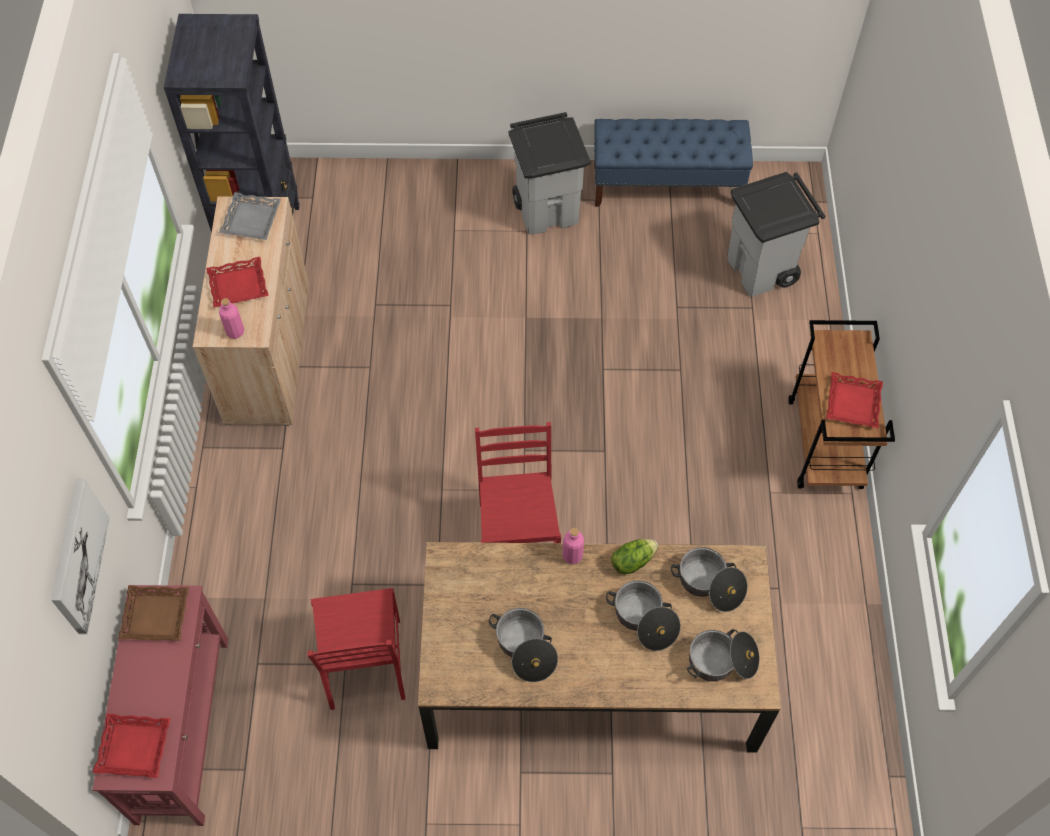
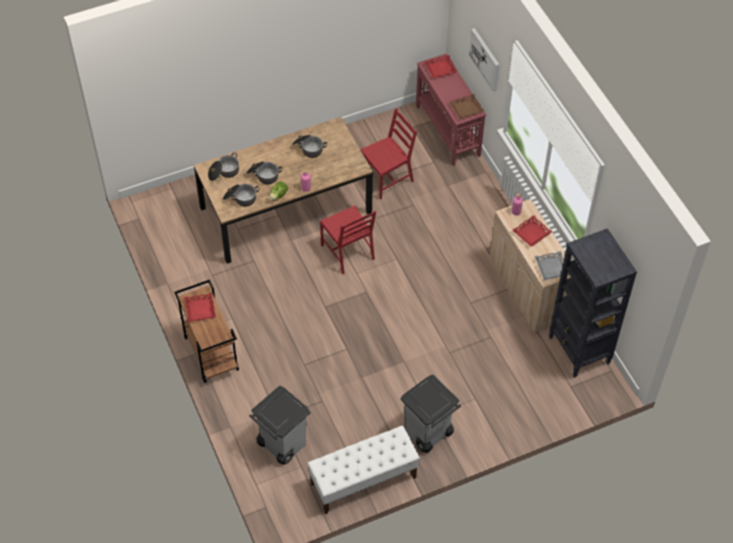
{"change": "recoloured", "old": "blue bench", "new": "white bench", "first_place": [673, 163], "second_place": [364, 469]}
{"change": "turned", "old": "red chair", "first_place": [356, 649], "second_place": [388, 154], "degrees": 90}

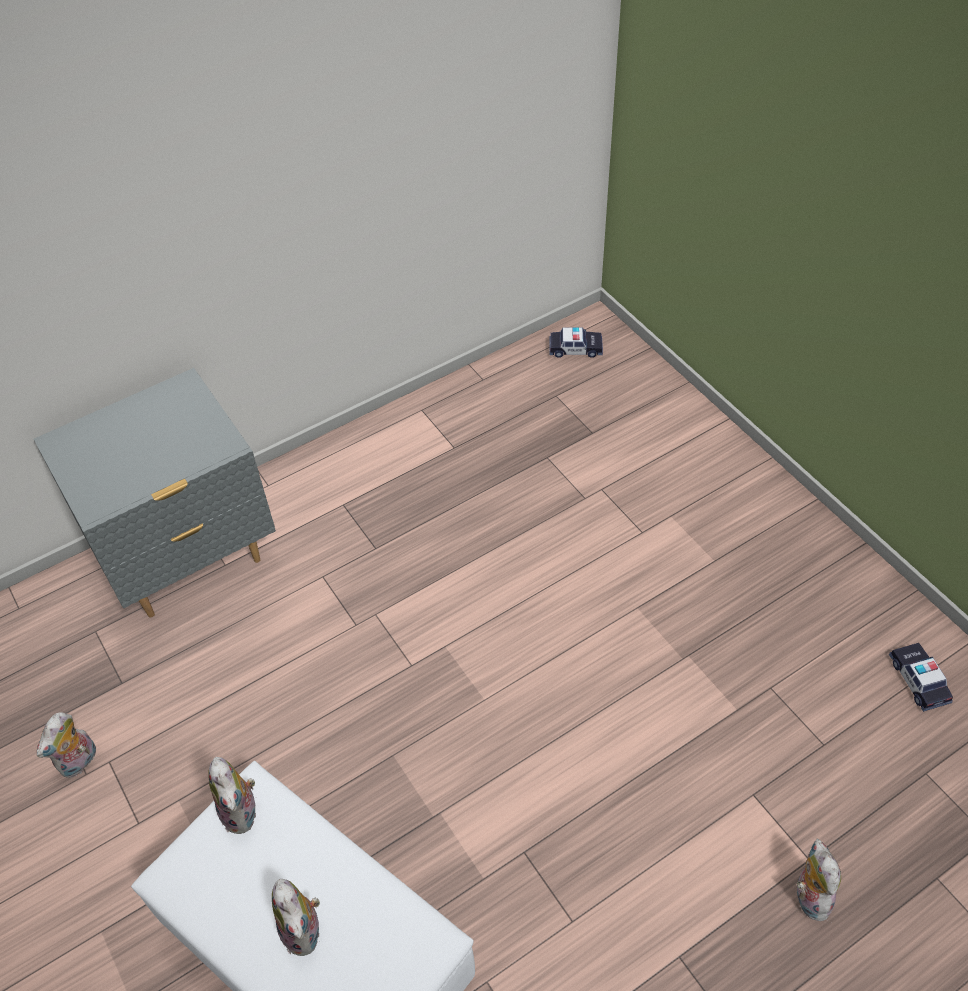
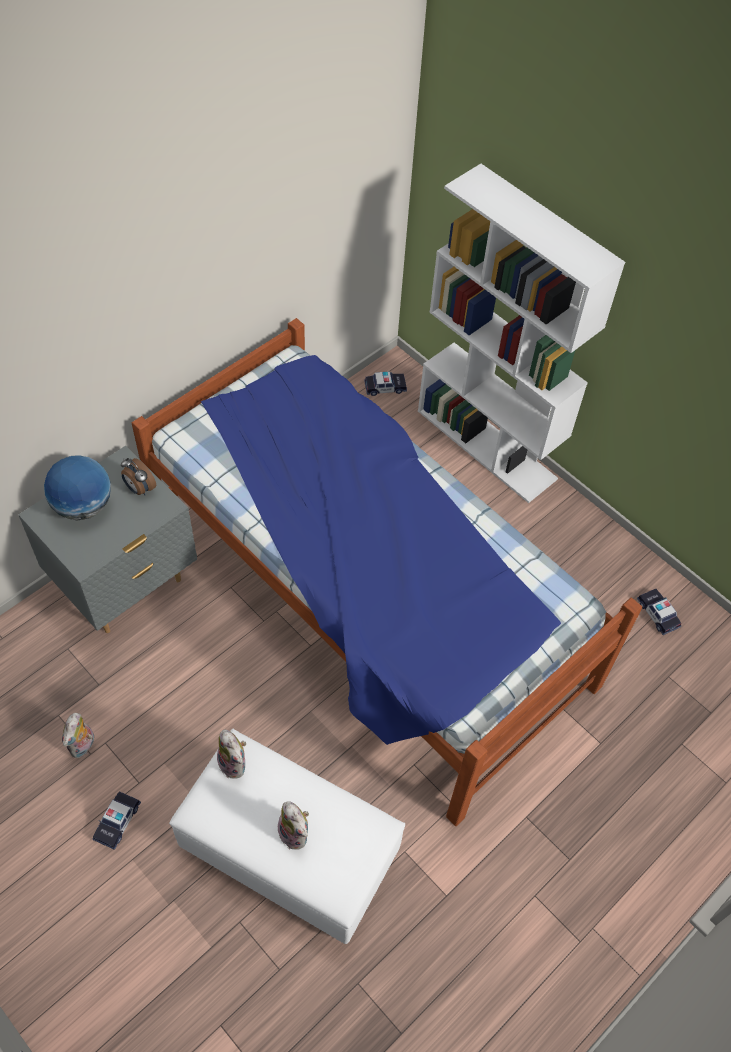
{"change": "removed", "old": "plush toy", "first_place": [818, 880]}
{"change": "added", "new": "white bookcase", "second_place": [521, 333]}
{"change": "added", "new": "bed", "second_place": [387, 572]}
{"change": "added", "new": "globe", "second_place": [77, 487]}
{"change": "added", "new": "alarm clock", "second_place": [138, 476]}
{"change": "added", "new": "toy car", "second_place": [117, 820]}

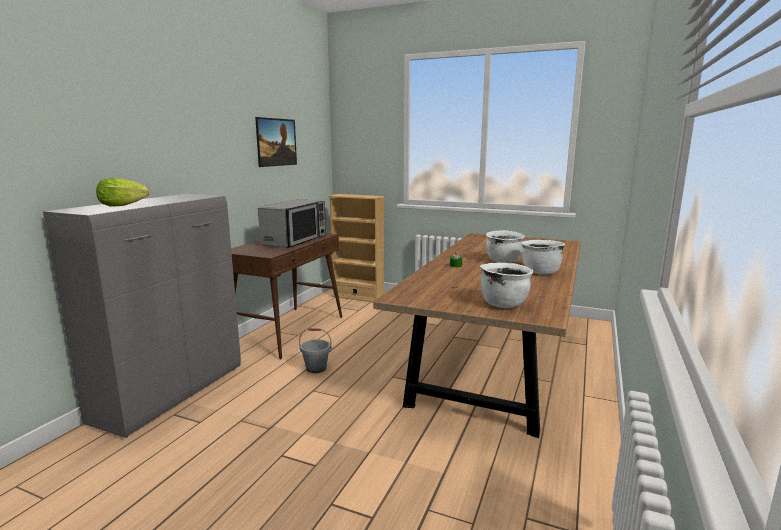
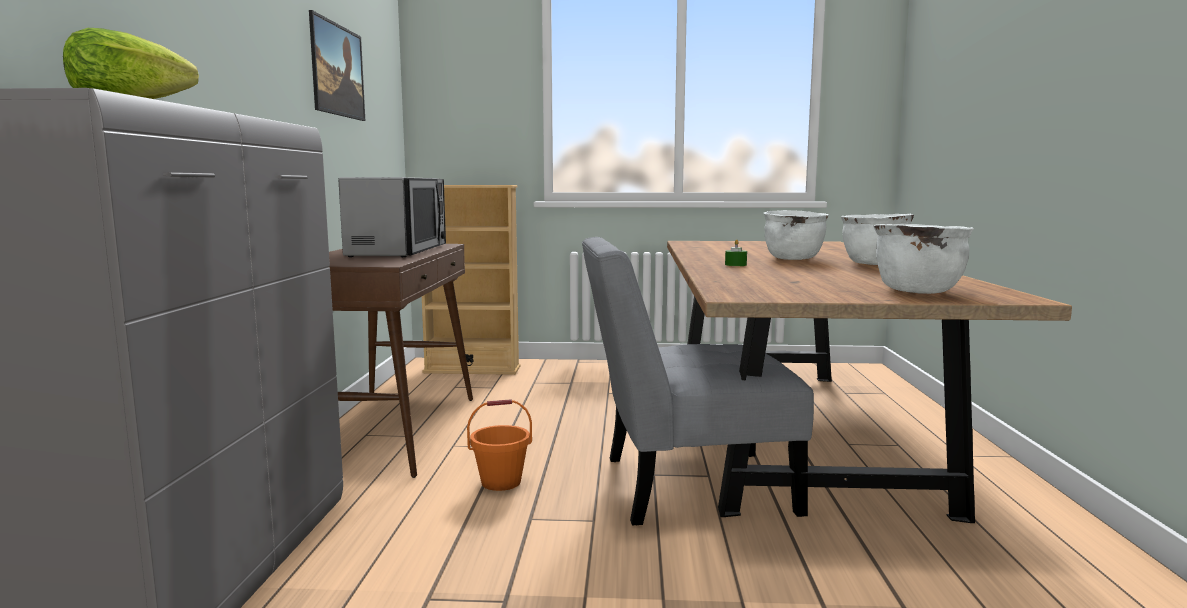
{"change": "recoloured", "old": "grey bucket", "new": "orange bucket", "first_place": [315, 350], "second_place": [499, 445]}
{"change": "added", "new": "grey chair", "second_place": [698, 381]}

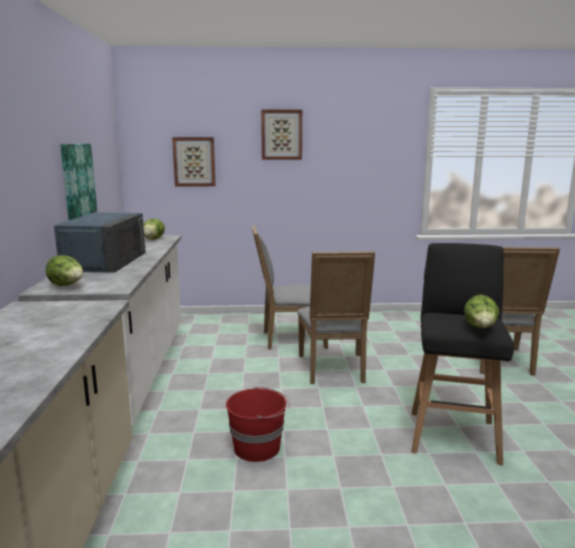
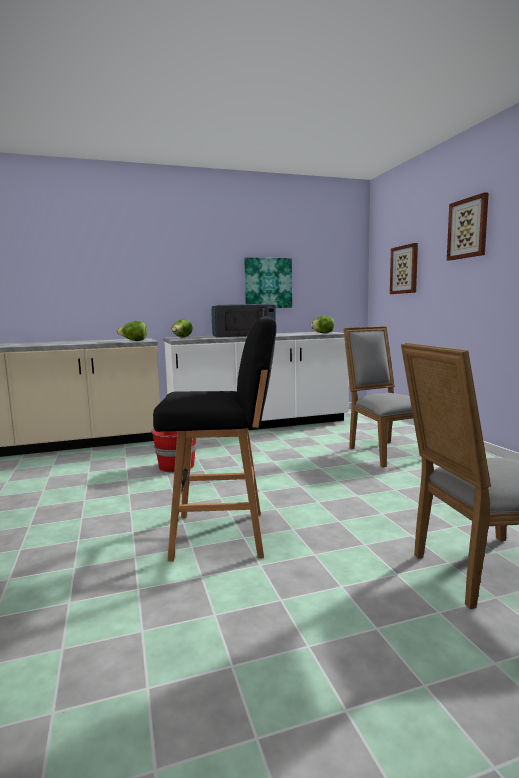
{"change": "removed", "old": "grey chair", "first_place": [336, 317]}
{"change": "moved", "old": "lettuce", "first_place": [481, 311], "second_place": [132, 331]}

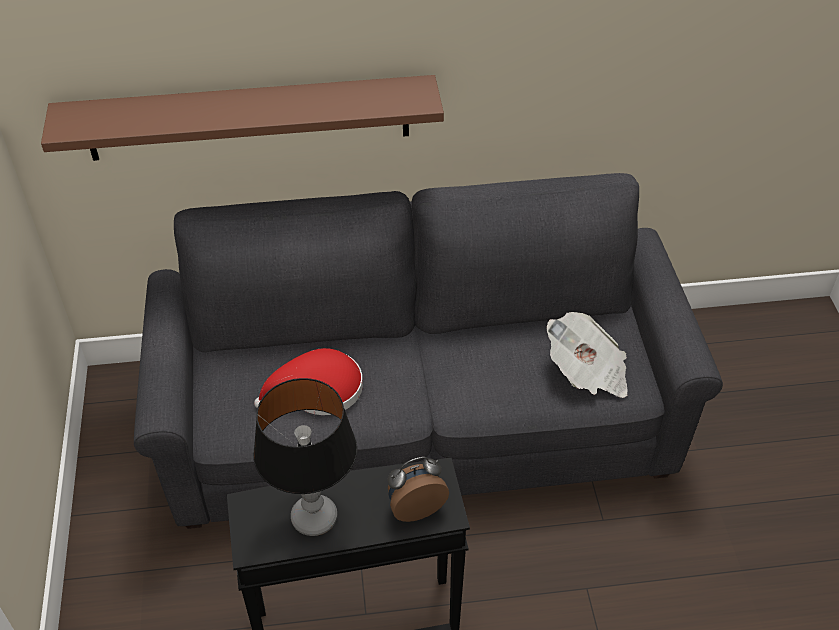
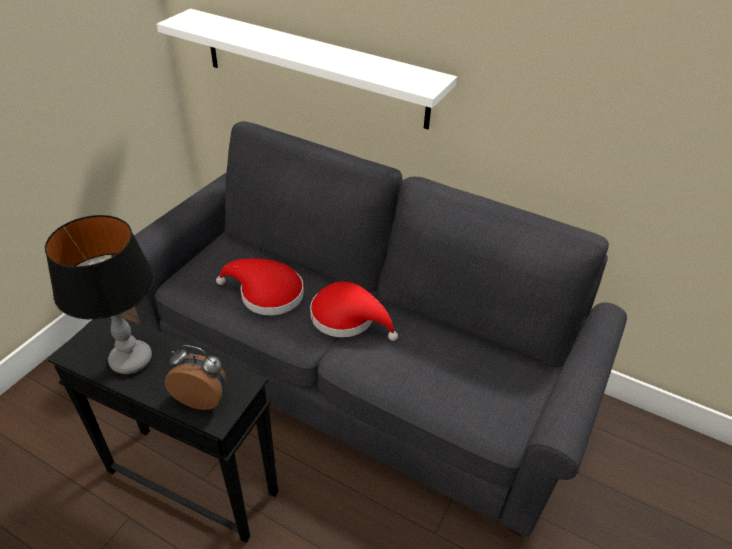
{"change": "recoloured", "old": "brown shelf", "new": "white shelf", "first_place": [242, 118], "second_place": [307, 69]}
{"change": "removed", "old": "newspaper", "first_place": [587, 355]}
{"change": "added", "new": "red hat", "second_place": [354, 311]}

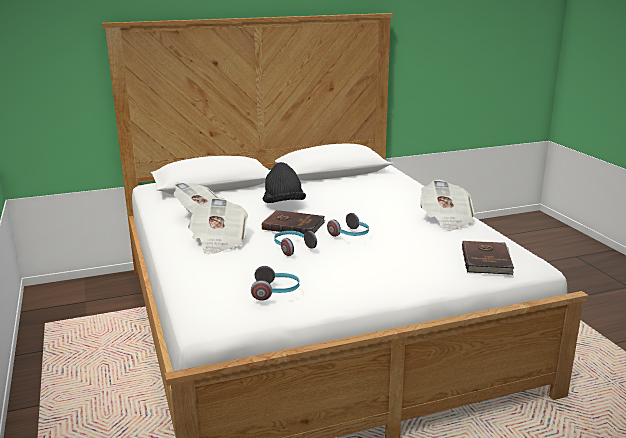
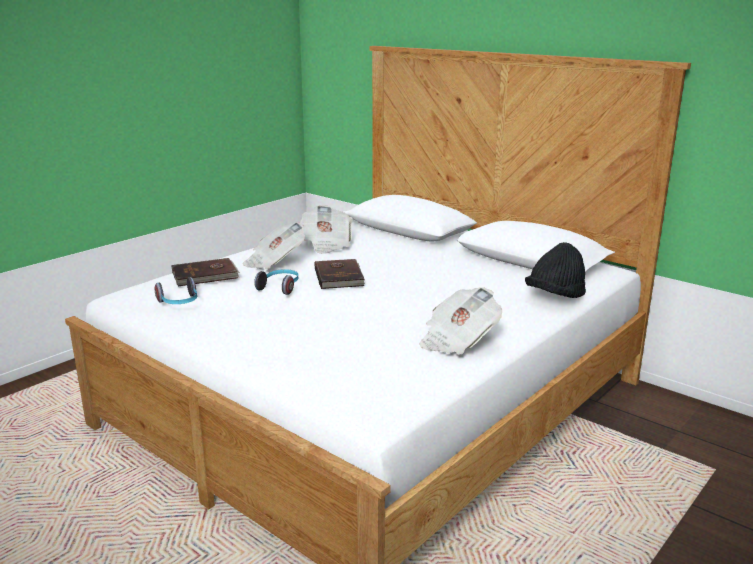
{"change": "moved", "old": "black hat", "first_place": [284, 182], "second_place": [555, 270]}
{"change": "removed", "old": "headphones", "first_place": [348, 225]}
{"change": "moved", "old": "brown book", "first_place": [488, 258], "second_place": [205, 272]}

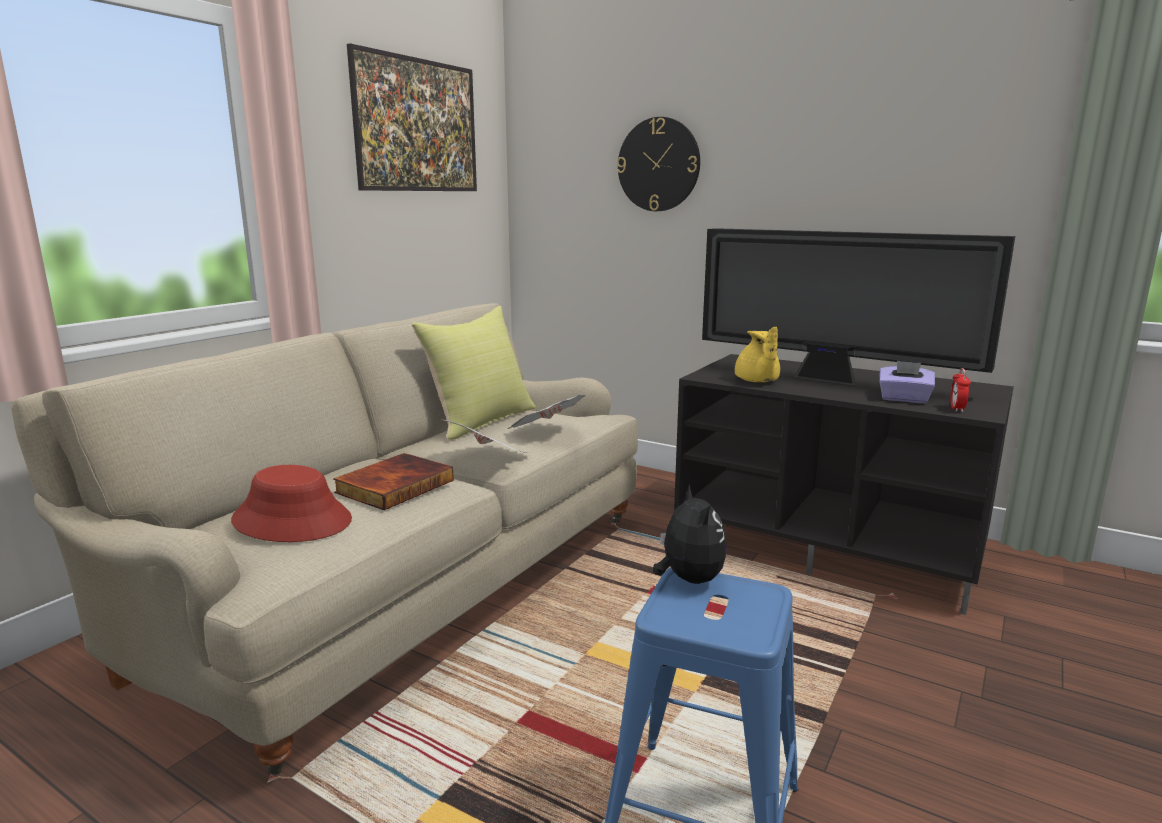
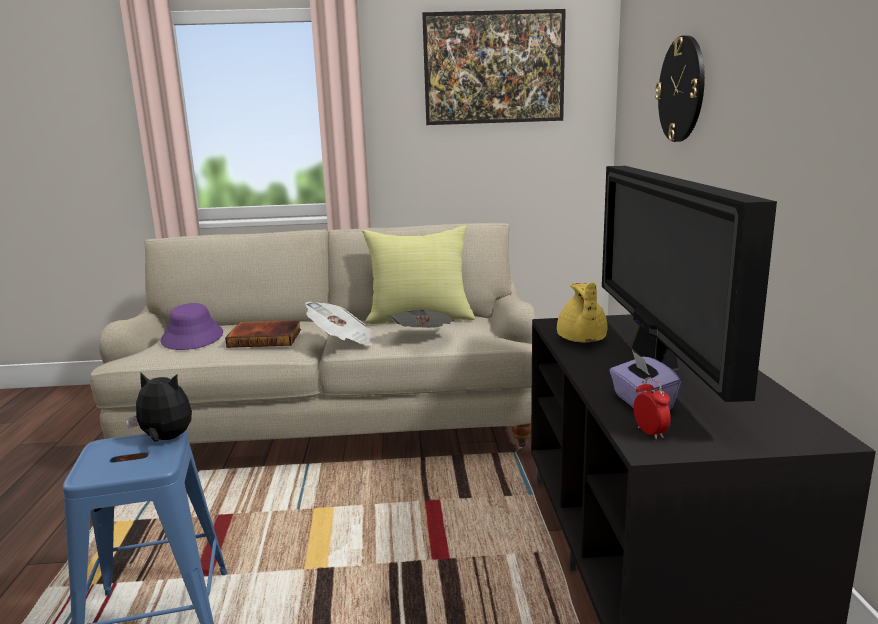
{"change": "turned", "old": "yellow teapot", "first_place": [757, 354], "second_place": [582, 312], "degrees": -45}
{"change": "turned", "old": "alarm clock", "first_place": [960, 390], "second_place": [652, 408], "degrees": 90}
{"change": "recoloured", "old": "red hat", "new": "purple hat", "first_place": [291, 503], "second_place": [191, 326]}
{"change": "turned", "old": "plush toy", "first_place": [690, 534], "second_place": [159, 407], "degrees": -120}

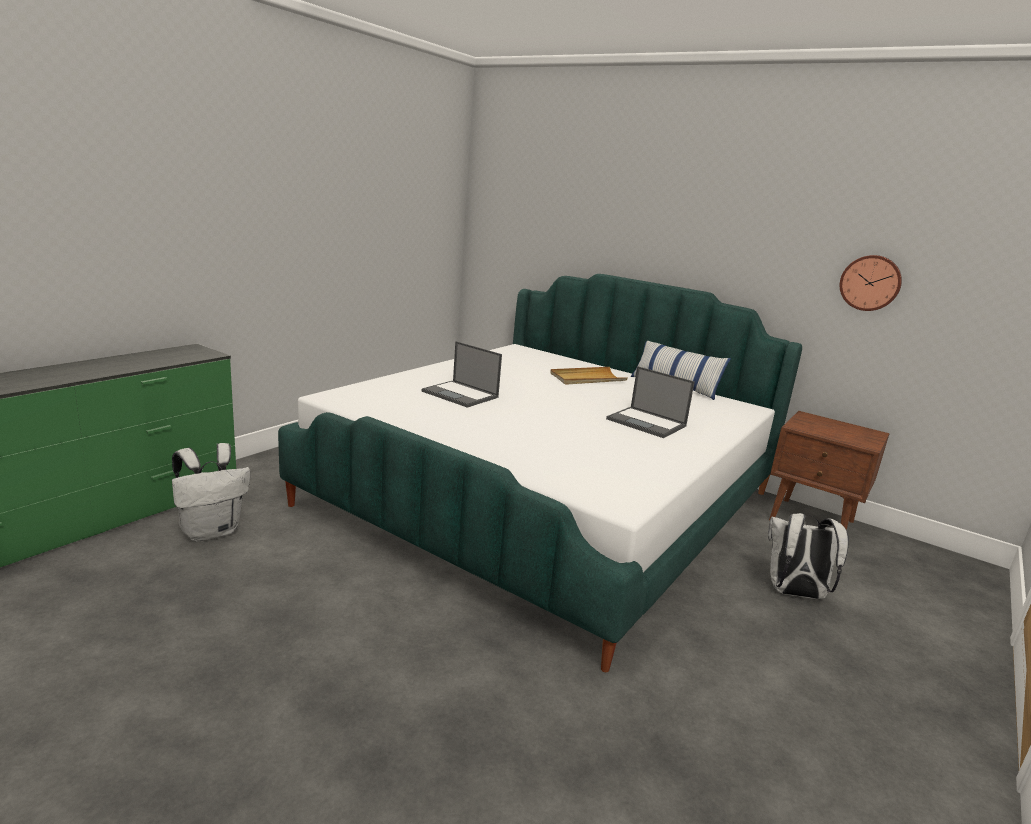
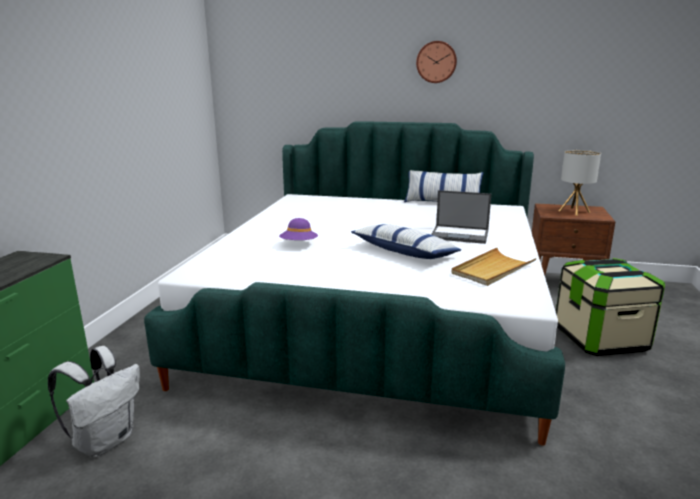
{"change": "moved", "old": "wall clock", "first_place": [871, 283], "second_place": [436, 62]}
{"change": "replaced", "old": "laptop", "new": "purple hat", "first_place": [462, 374], "second_place": [298, 229]}
{"change": "moved", "old": "beige tray", "first_place": [589, 376], "second_place": [494, 267]}
{"change": "replaced", "old": "white backpack", "new": "storage box", "first_place": [808, 556], "second_place": [610, 307]}
{"change": "added", "new": "table lamp", "second_place": [580, 183]}
{"change": "added", "new": "pillow", "second_place": [406, 241]}

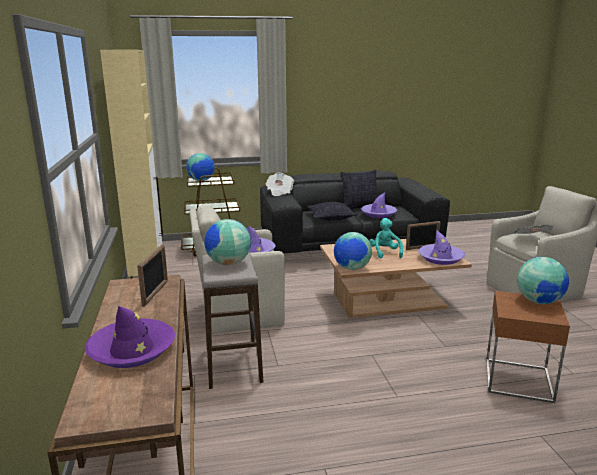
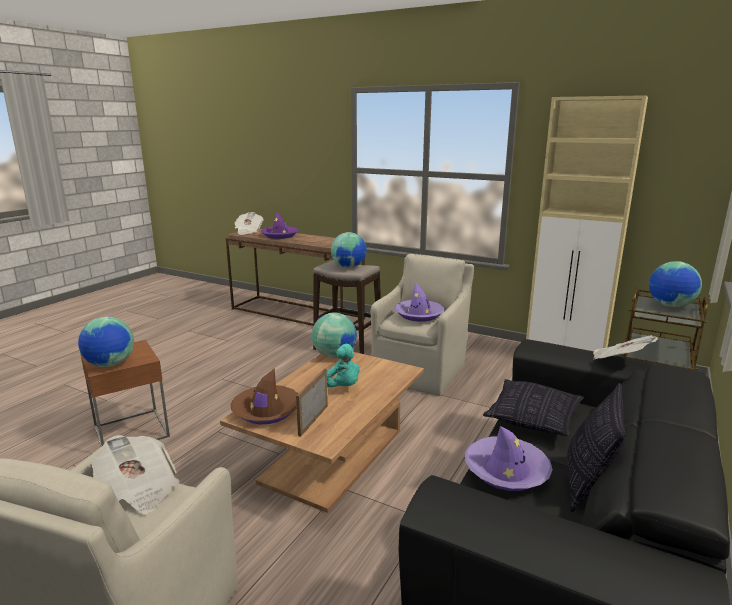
{"change": "recoloured", "old": "purple hat", "new": "brown hat", "first_place": [441, 247], "second_place": [264, 396]}
{"change": "removed", "old": "picture frame", "first_place": [152, 275]}
{"change": "added", "new": "newspaper", "second_place": [249, 223]}

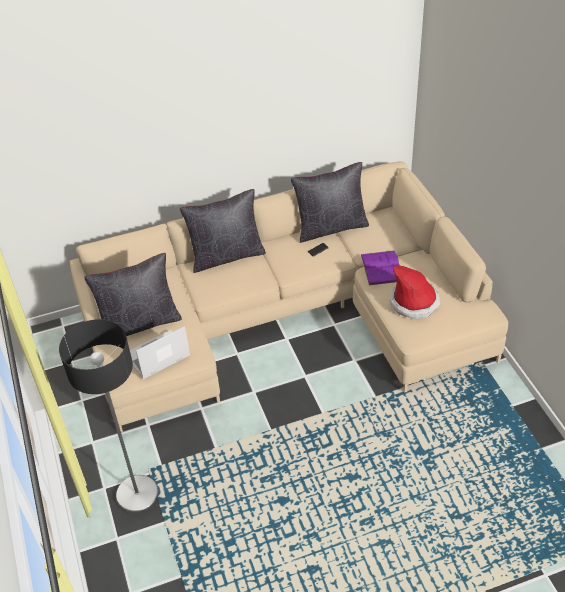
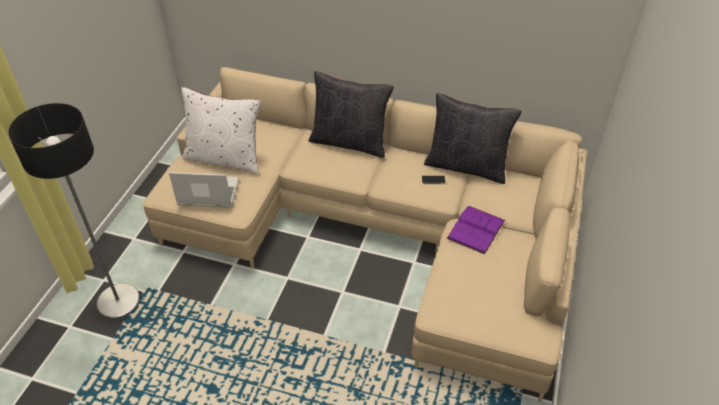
{"change": "recoloured", "old": "black pillow", "new": "white pillow", "first_place": [133, 294], "second_place": [221, 130]}
{"change": "removed", "old": "hat", "first_place": [414, 292]}

